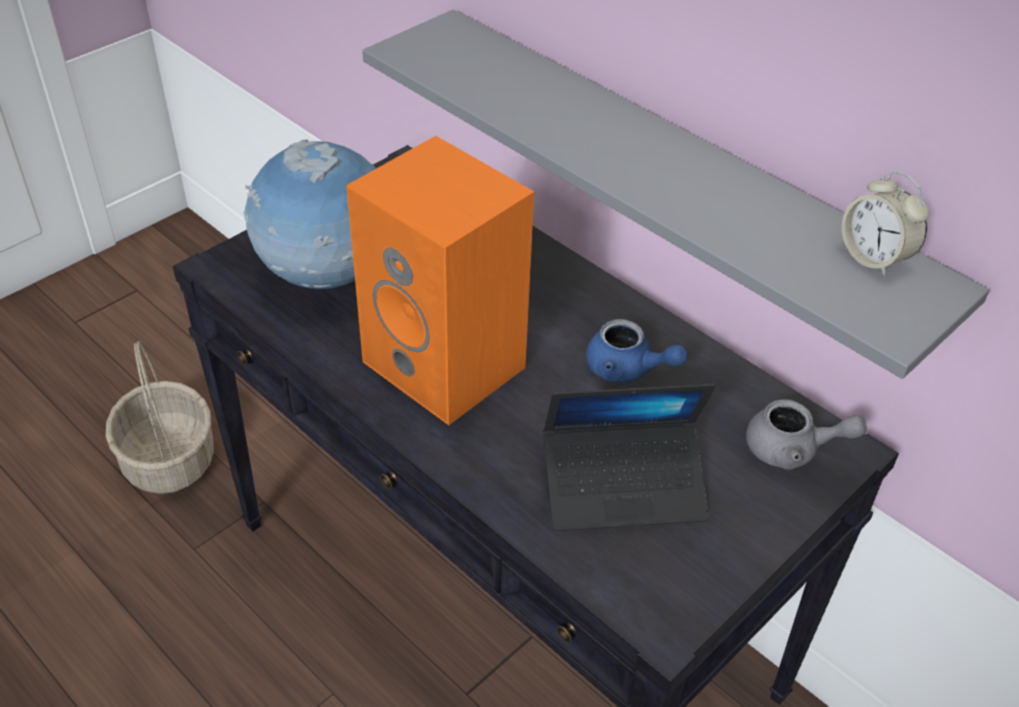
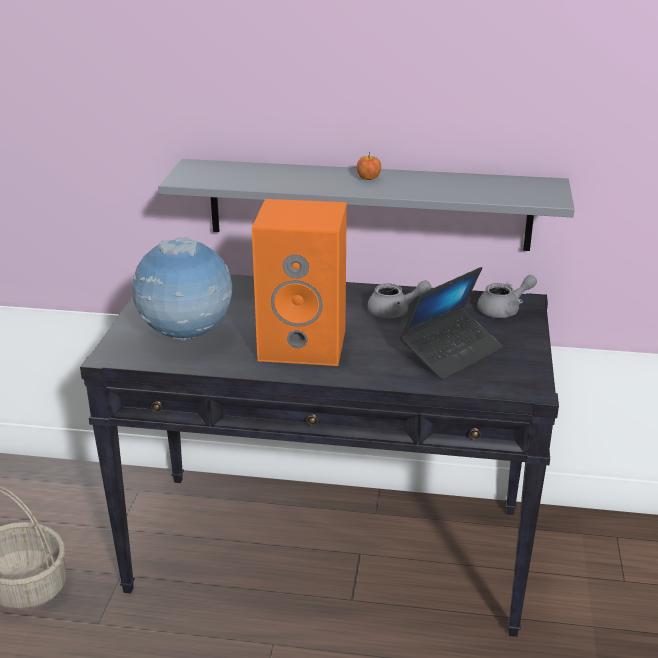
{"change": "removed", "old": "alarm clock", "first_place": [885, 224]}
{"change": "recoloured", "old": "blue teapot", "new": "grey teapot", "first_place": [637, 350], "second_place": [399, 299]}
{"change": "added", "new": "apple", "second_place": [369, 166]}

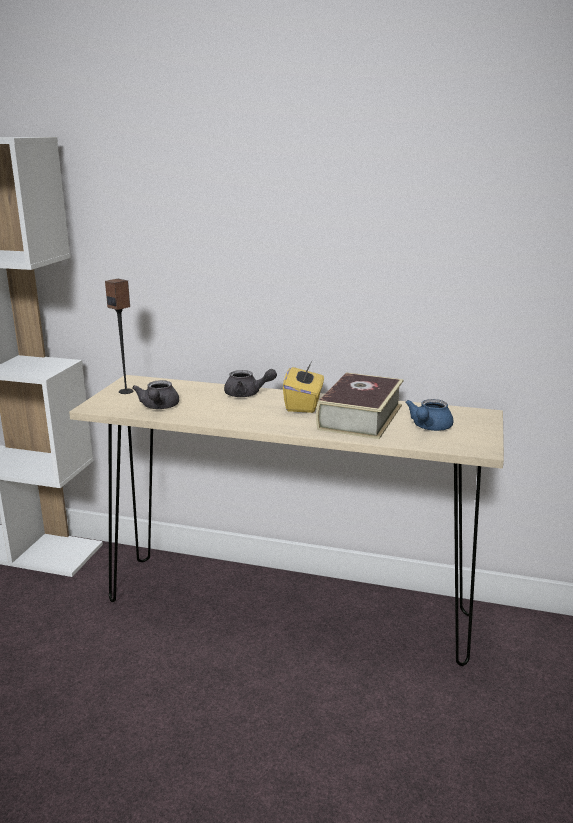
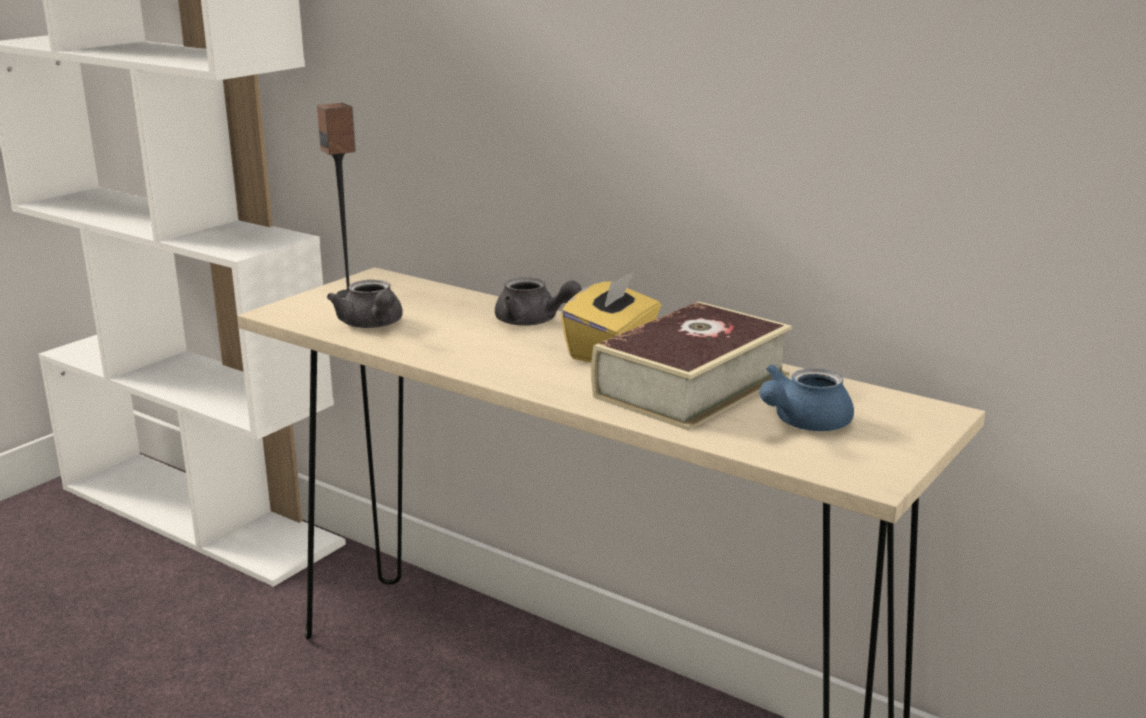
{"change": "turned", "old": "grey teapot", "first_place": [155, 394], "second_place": [365, 304], "degrees": -45}

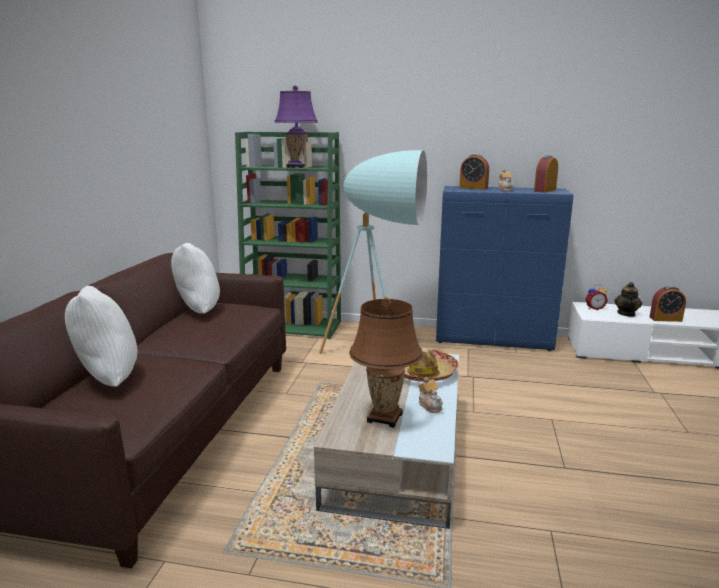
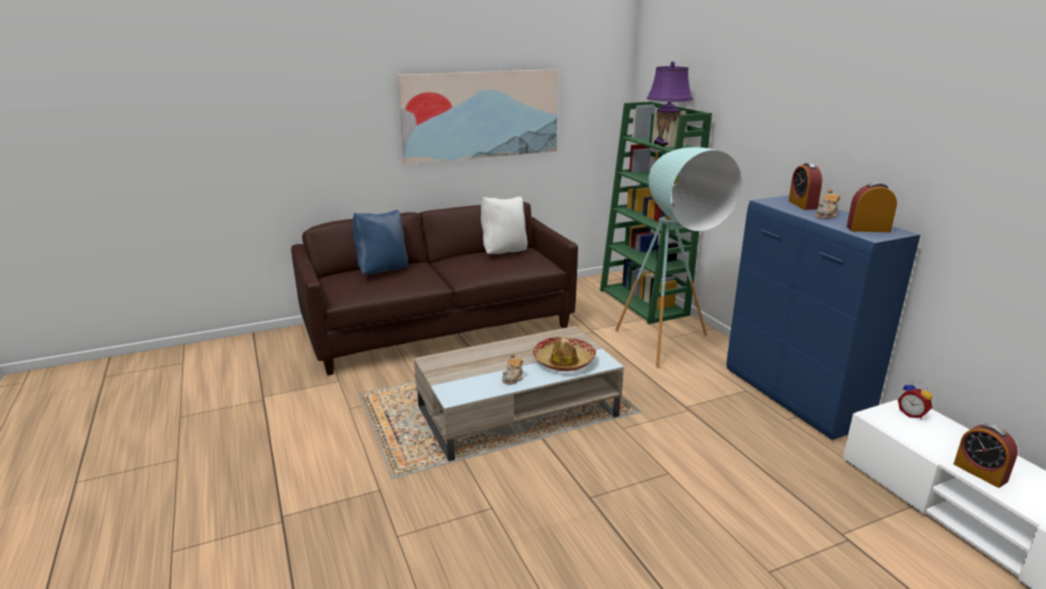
{"change": "removed", "old": "teapot", "first_place": [628, 299]}
{"change": "recoloured", "old": "white pillow", "new": "blue pillow", "first_place": [101, 336], "second_place": [380, 242]}
{"change": "removed", "old": "brown table lamp", "first_place": [386, 363]}
{"change": "added", "new": "picture", "second_place": [477, 116]}

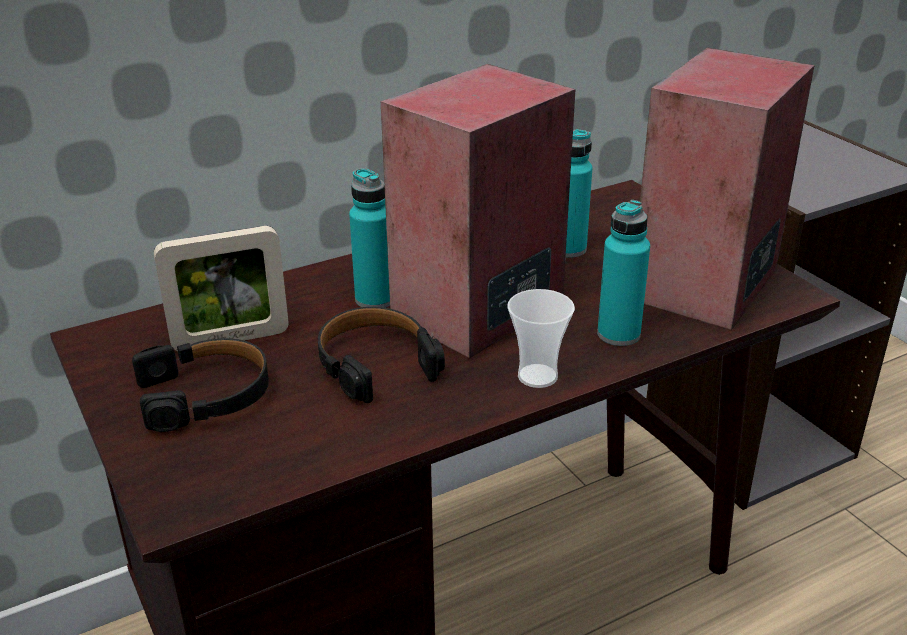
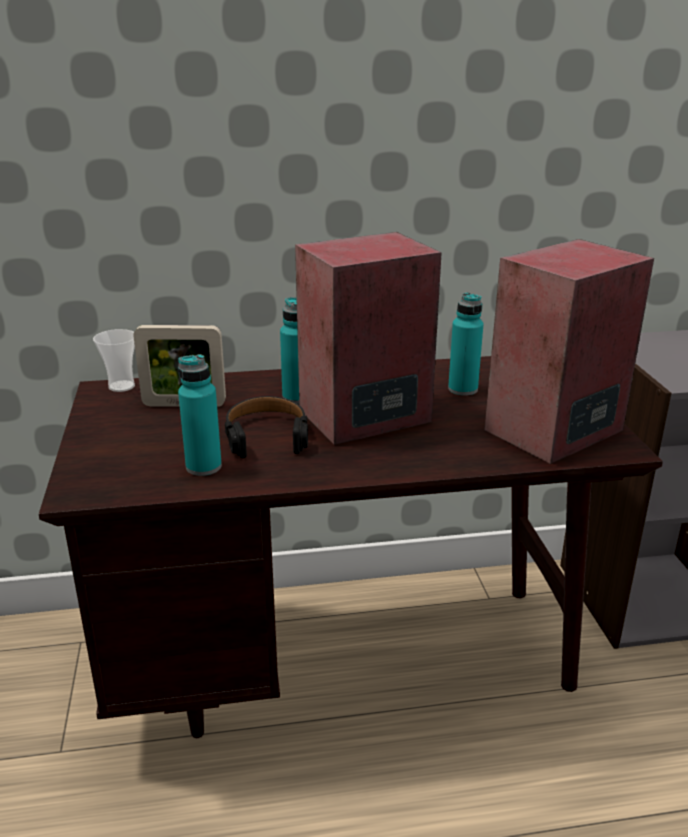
{"change": "moved", "old": "turquoise bottle", "first_place": [623, 273], "second_place": [200, 415]}
{"change": "moved", "old": "cup", "first_place": [541, 338], "second_place": [114, 360]}
{"change": "removed", "old": "black headphones", "first_place": [200, 385]}

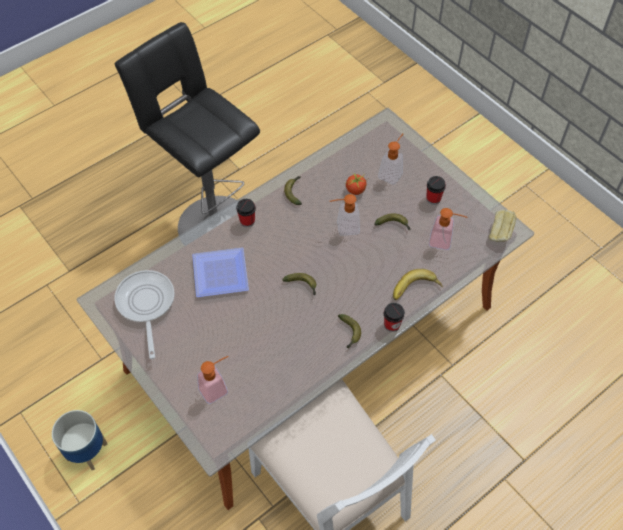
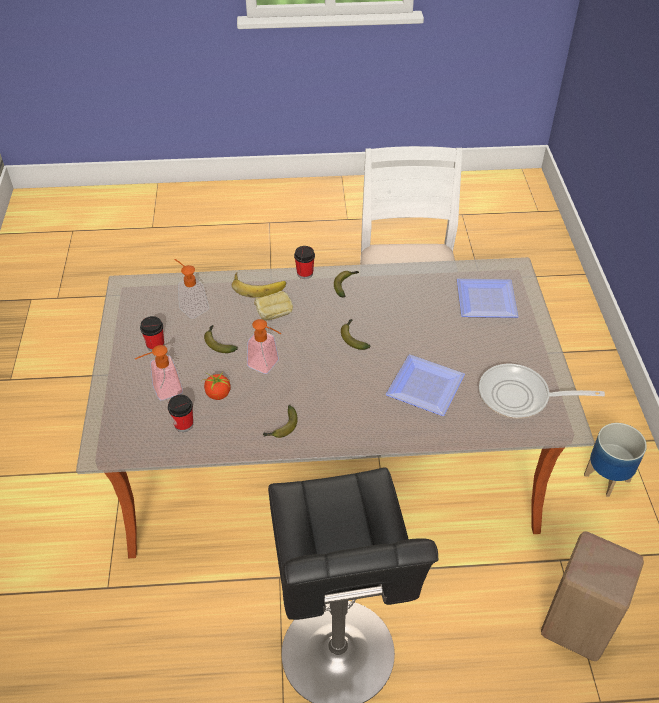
{"change": "moved", "old": "cup", "first_place": [246, 213], "second_place": [180, 413]}
{"change": "moved", "old": "bread", "first_place": [503, 226], "second_place": [273, 306]}
{"change": "turned", "old": "frying pan", "first_place": [144, 314], "second_place": [542, 391], "degrees": 75}
{"change": "replaced", "old": "soap dispenser", "new": "plate", "first_place": [213, 380], "second_place": [488, 298]}
{"change": "added", "new": "beige stool", "second_place": [592, 596]}

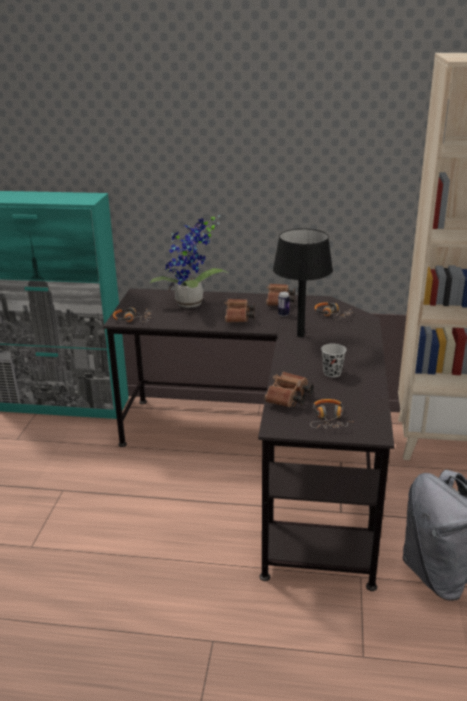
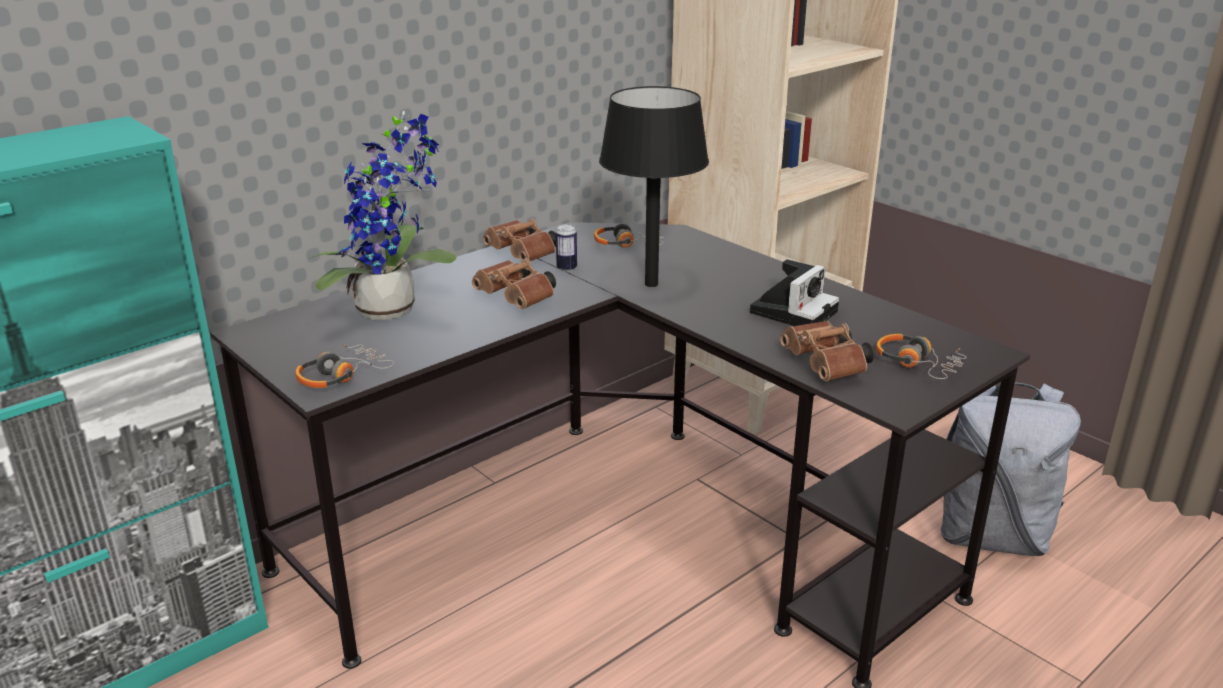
{"change": "replaced", "old": "black cup", "new": "photo camera", "first_place": [333, 360], "second_place": [794, 292]}

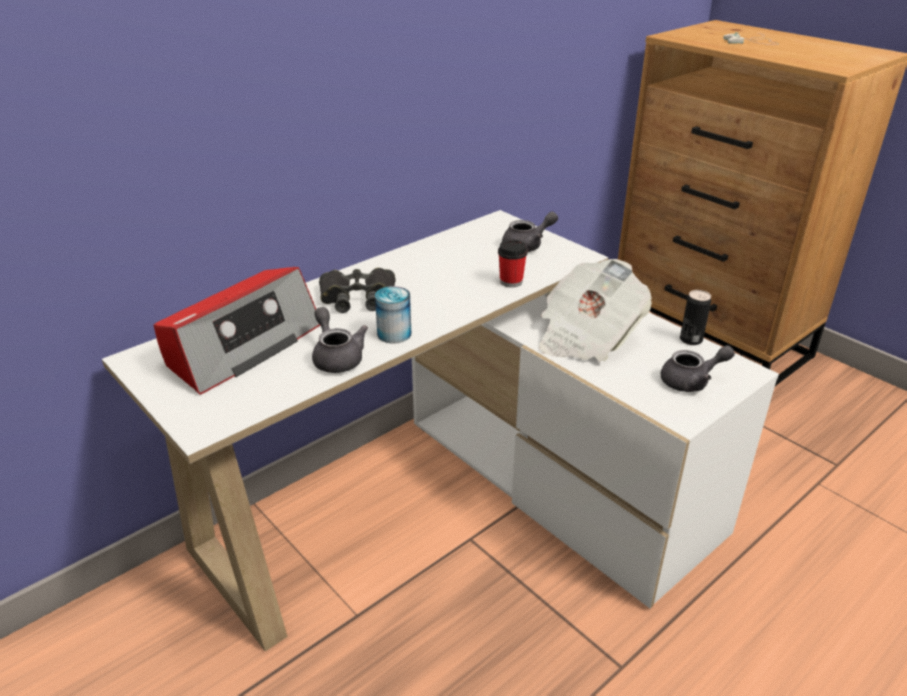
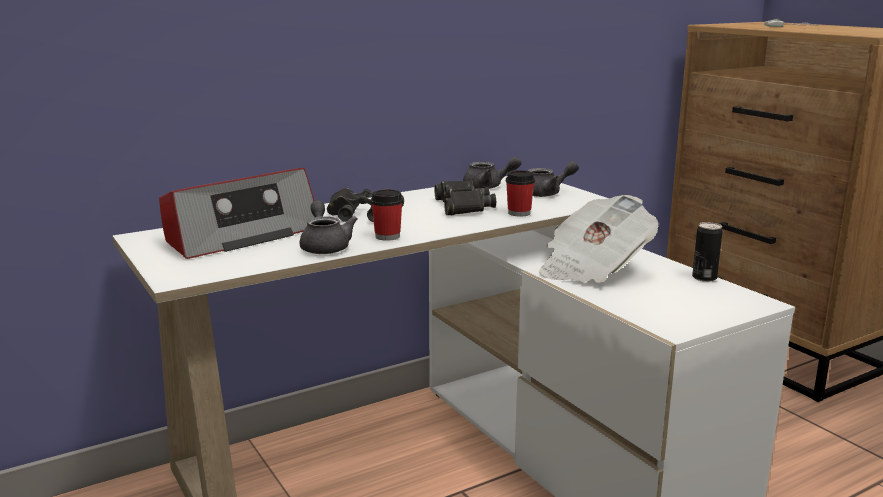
{"change": "replaced", "old": "can", "new": "cup", "first_place": [393, 315], "second_place": [387, 215]}
{"change": "moved", "old": "grey teapot", "first_place": [698, 368], "second_place": [492, 173]}
{"change": "added", "new": "black binoculars", "second_place": [465, 197]}

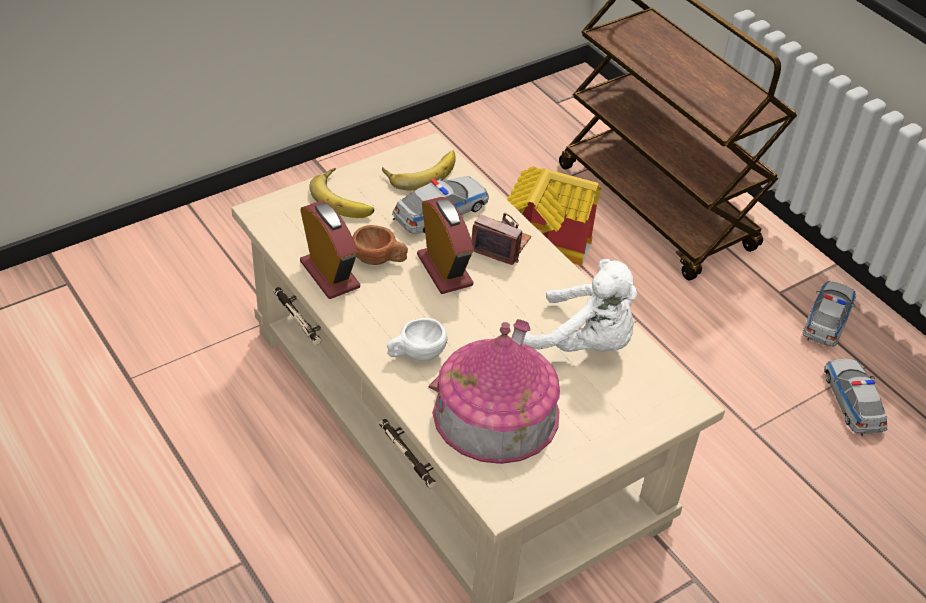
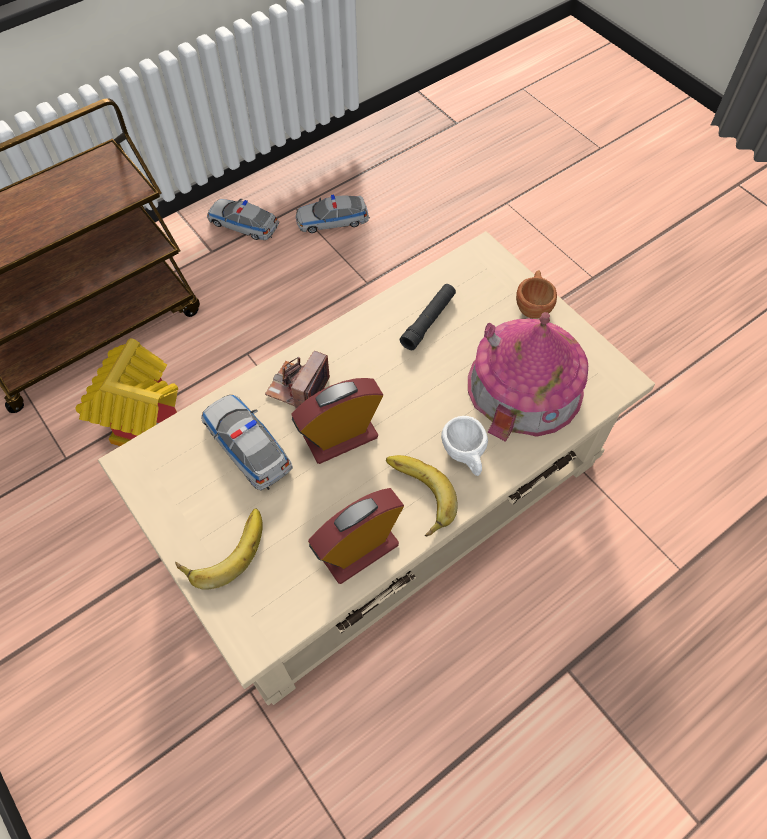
{"change": "moved", "old": "banana", "first_place": [419, 170], "second_place": [422, 495]}
{"change": "moved", "old": "brown cup", "first_place": [380, 245], "second_place": [536, 294]}
{"change": "replaced", "old": "white plush toy", "new": "black flashlight", "first_place": [580, 305], "second_place": [428, 317]}

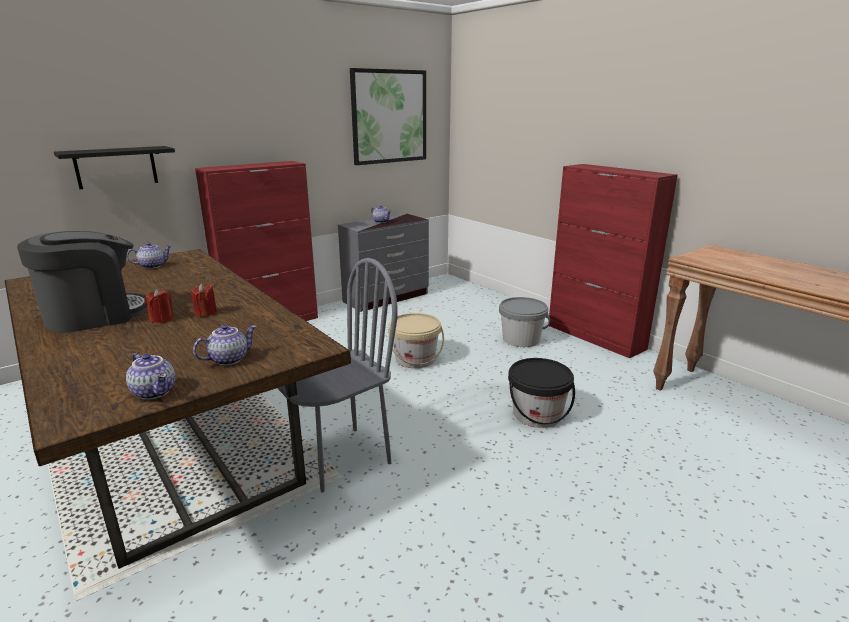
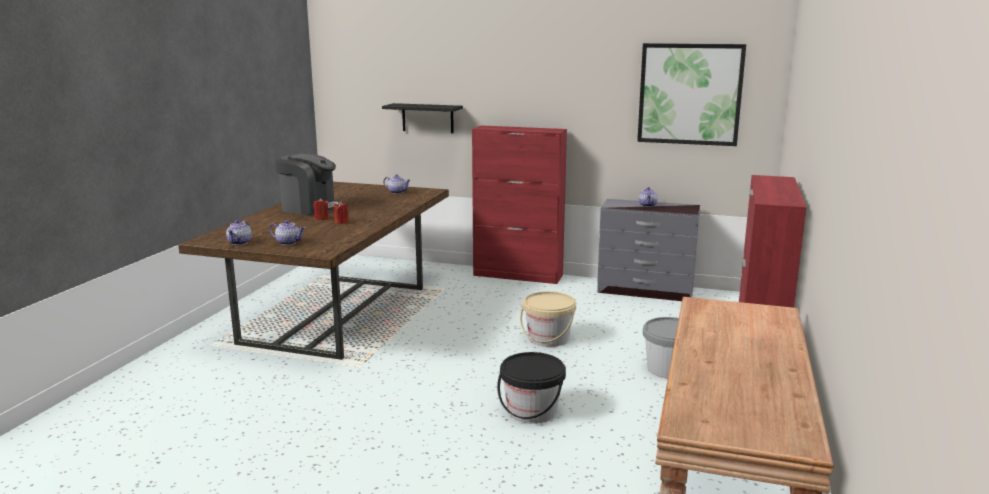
{"change": "removed", "old": "grey chair", "first_place": [337, 375]}

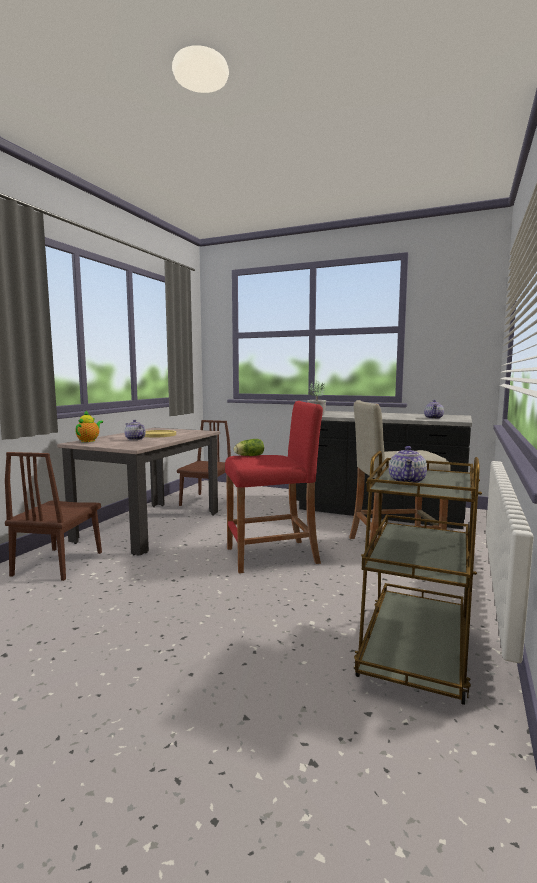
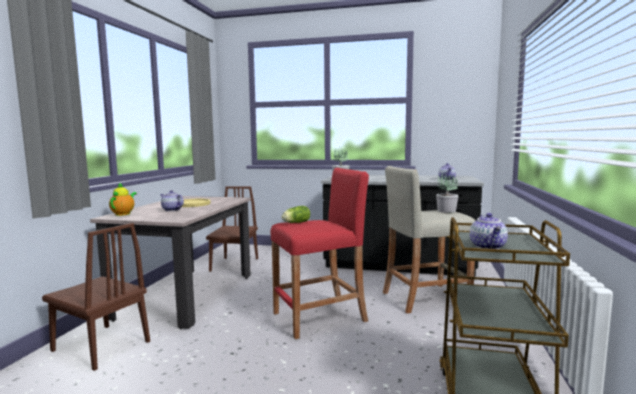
{"change": "turned", "old": "brown chair", "first_place": [53, 516], "second_place": [96, 297], "degrees": -60}
{"change": "added", "new": "potted plant", "second_place": [447, 192]}

